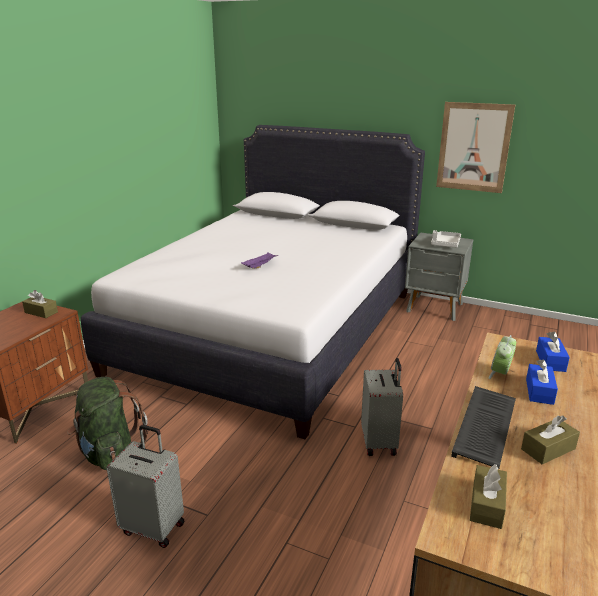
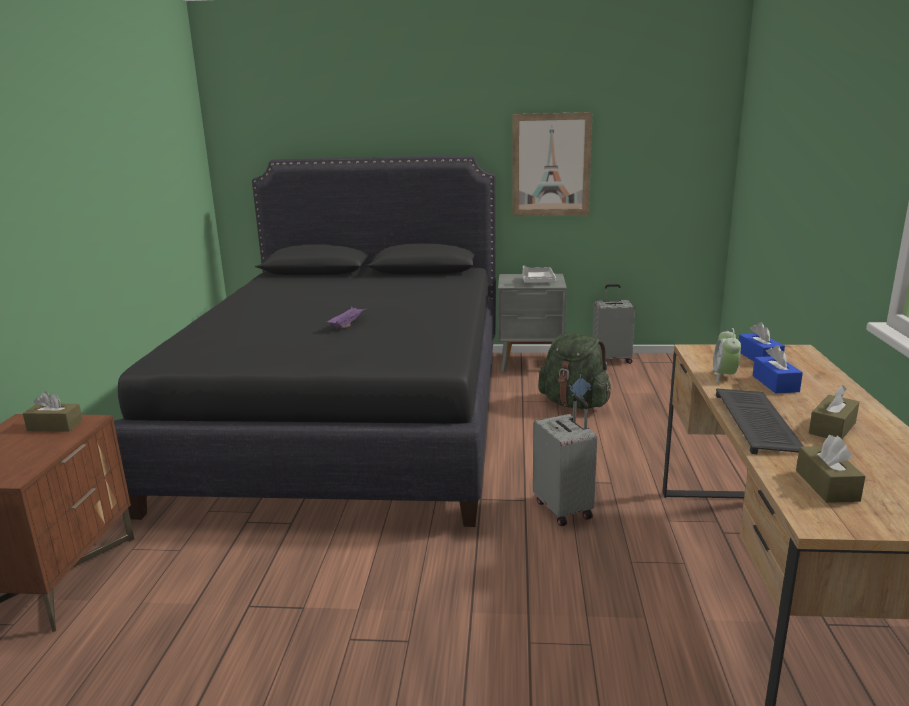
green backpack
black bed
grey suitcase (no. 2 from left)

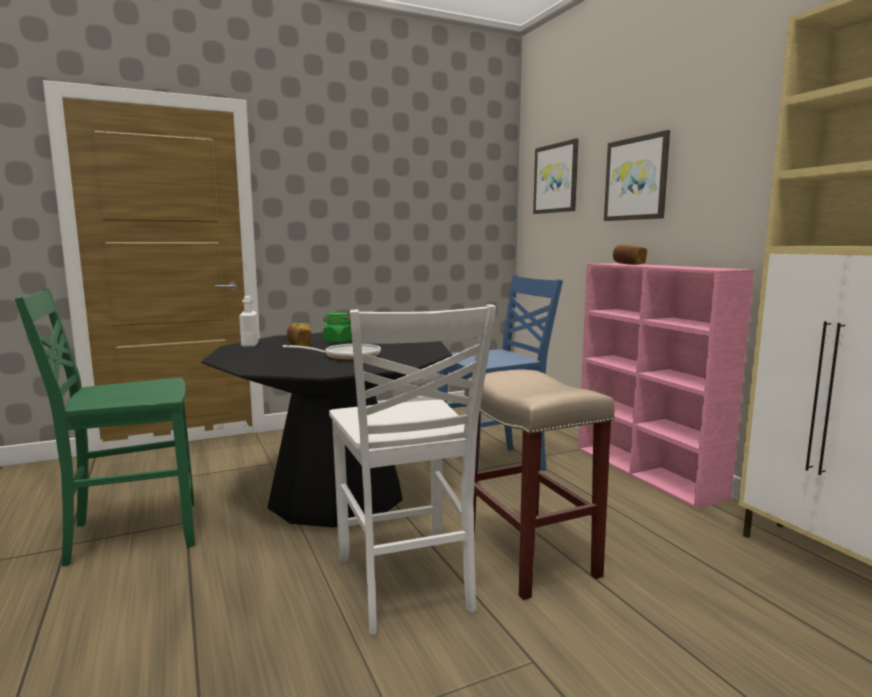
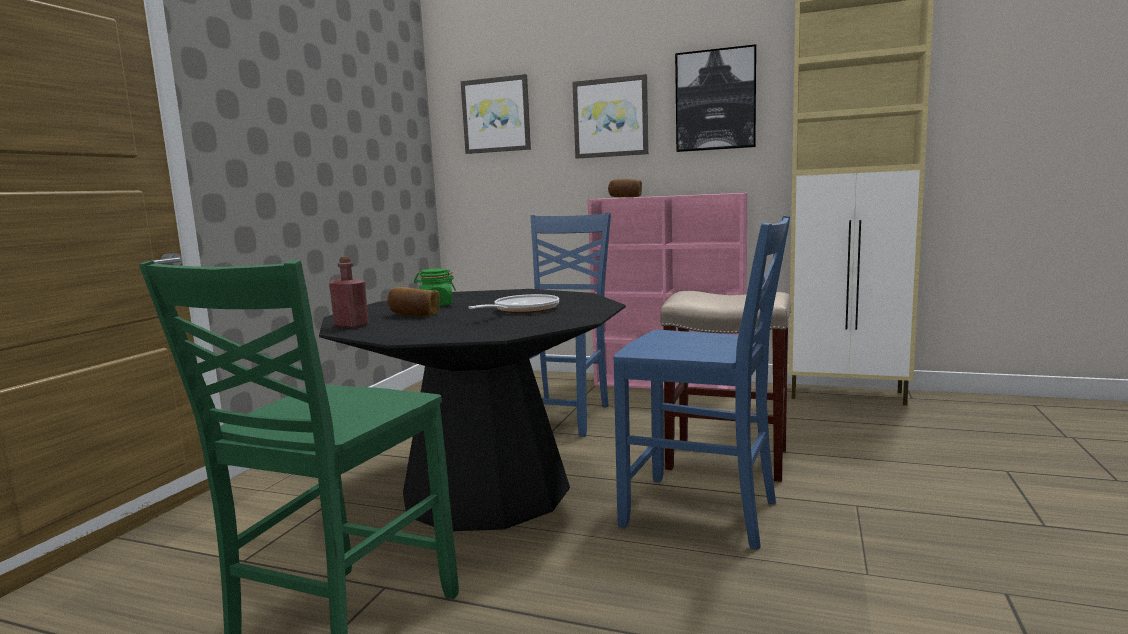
red bottle
blue chair (no. 2 from left)
picture (no. 3 from left)

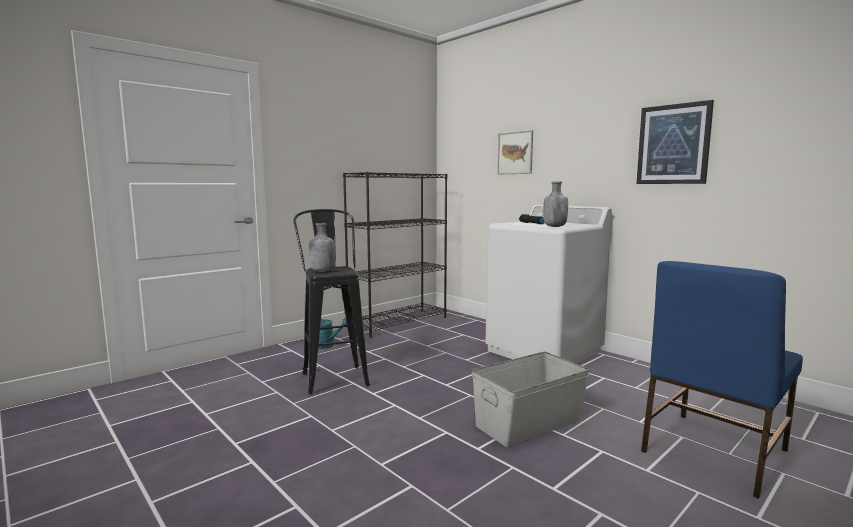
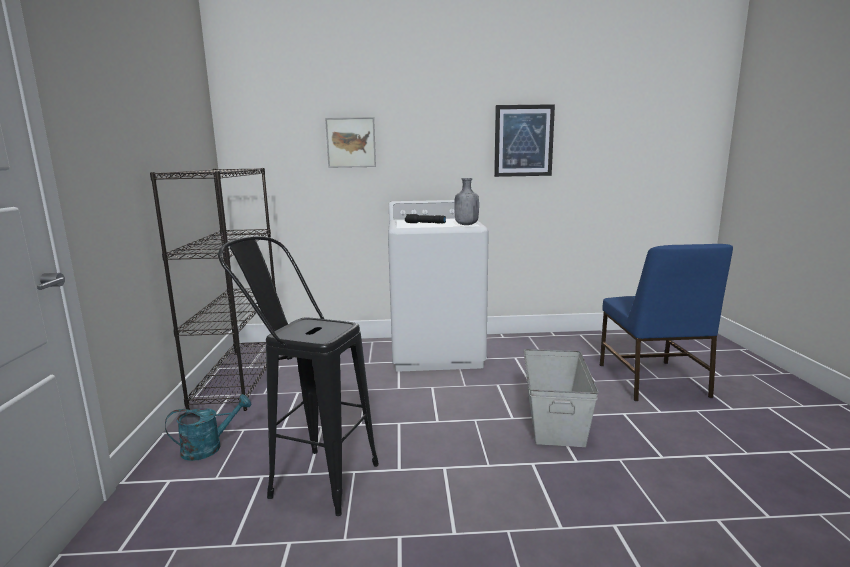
grey bottle (no. 1 from left in the first image)

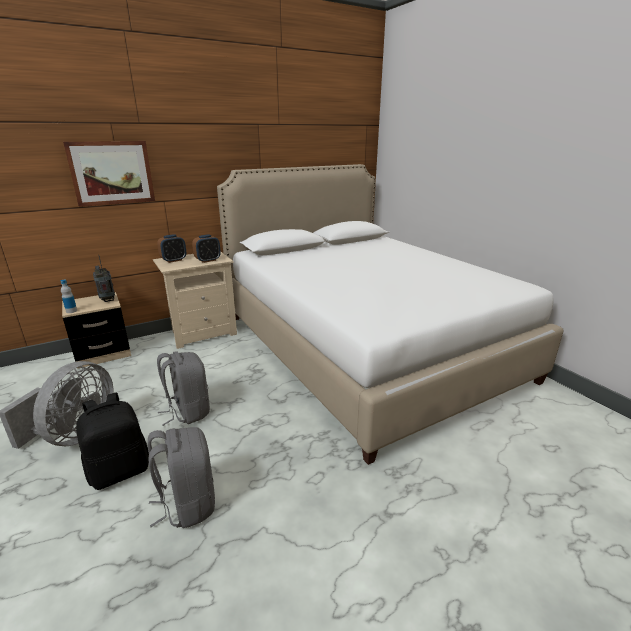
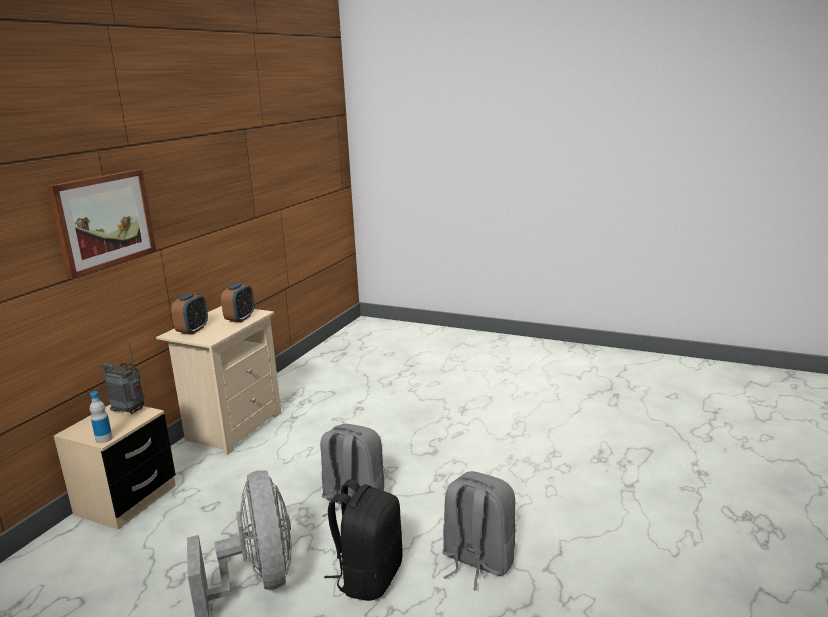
white bed

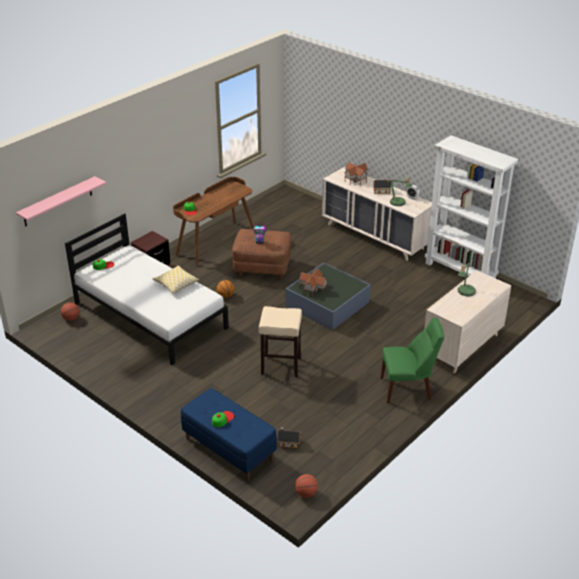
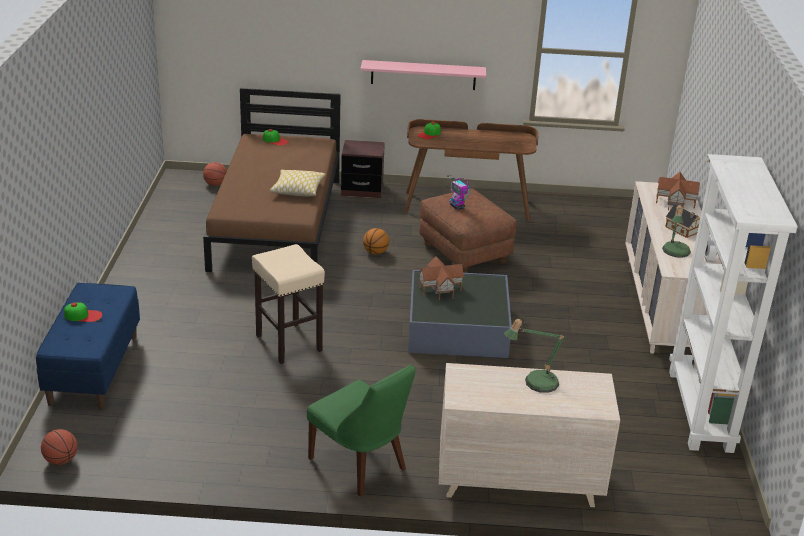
pink shelf
brown bed
toy house (no. 1 from left in the first image)

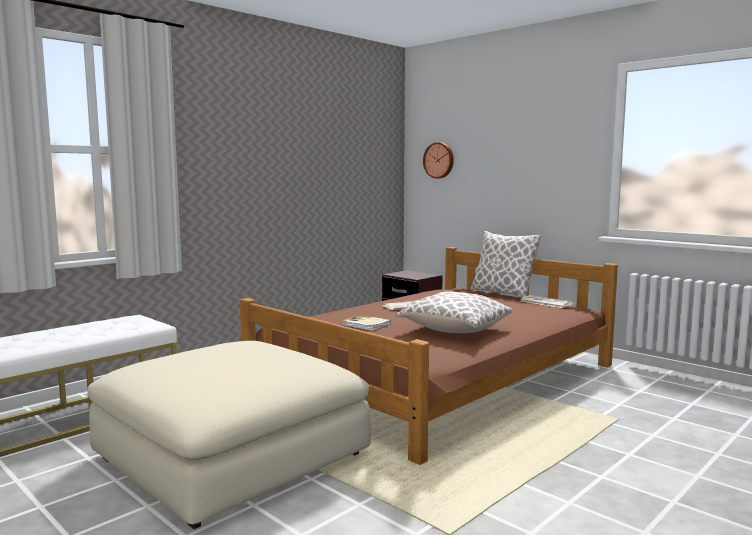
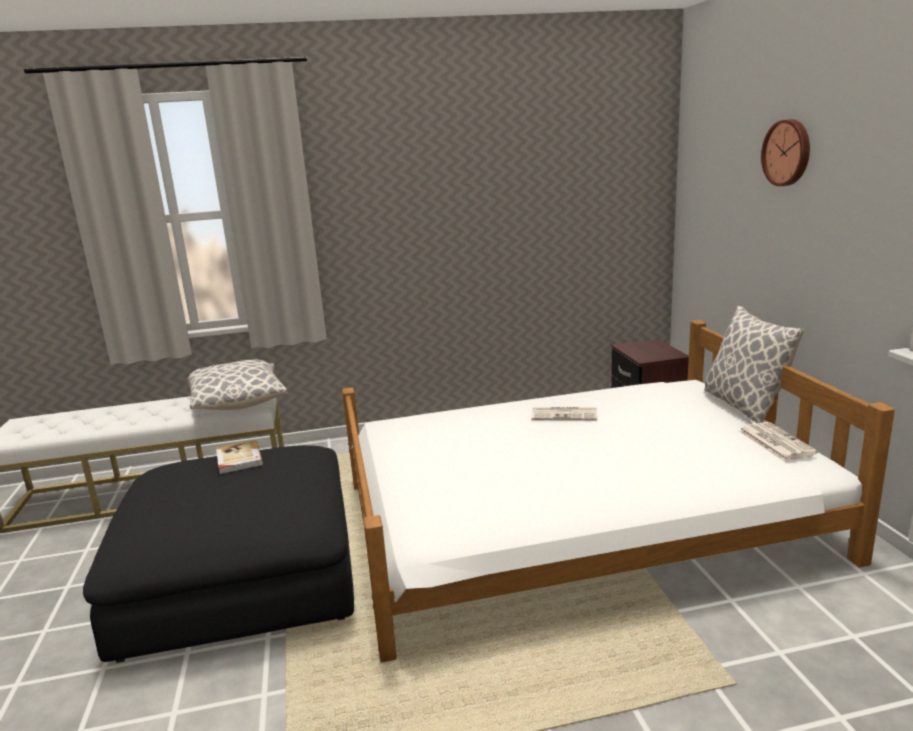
black ottoman
white bed
book
pillow (no. 1 from left)
wall clock

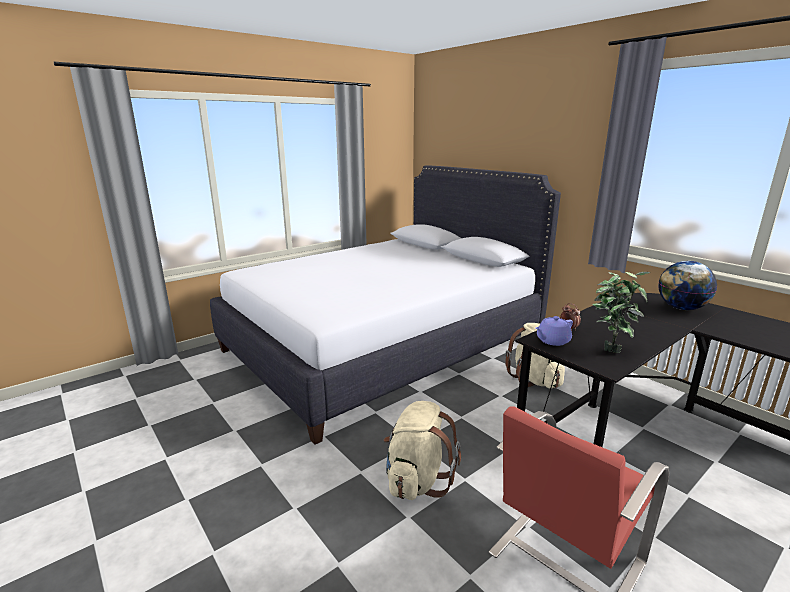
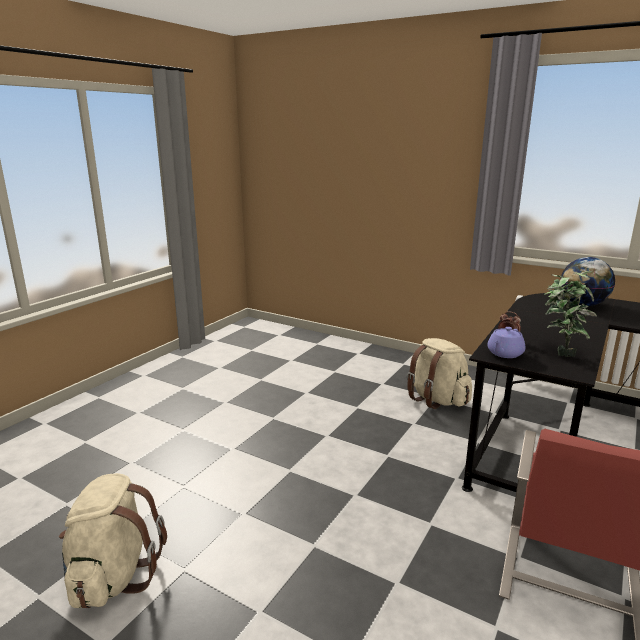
white bed
beige backpack (no. 1 from left)

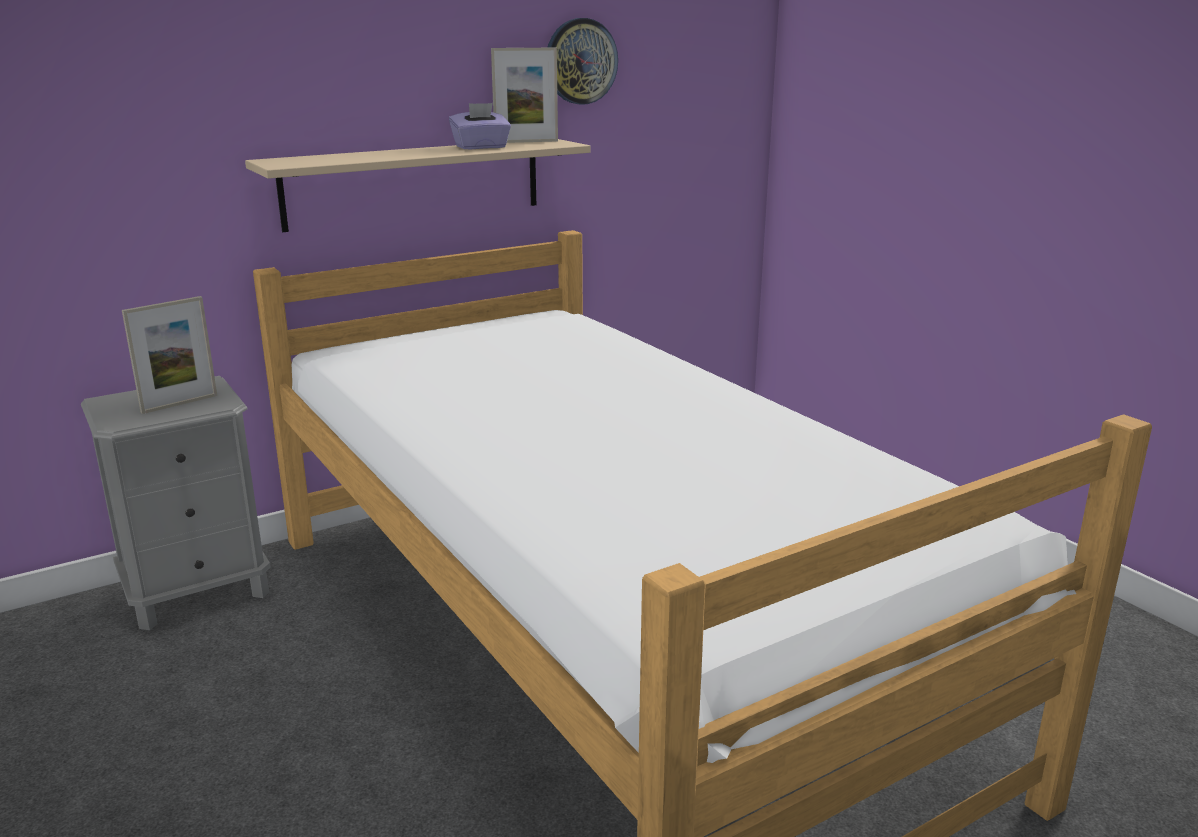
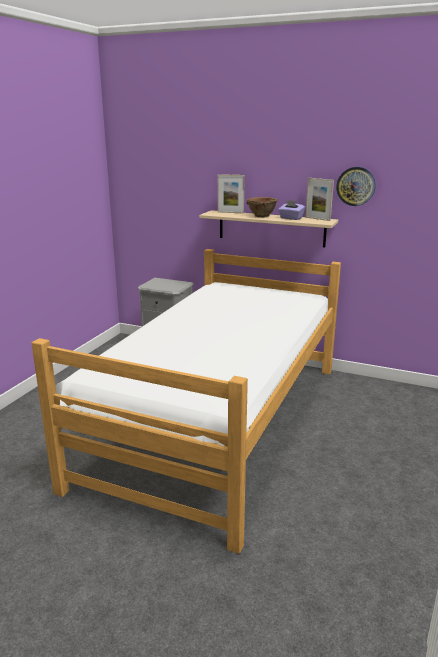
picture frame (no. 1 from left)
brown bowl

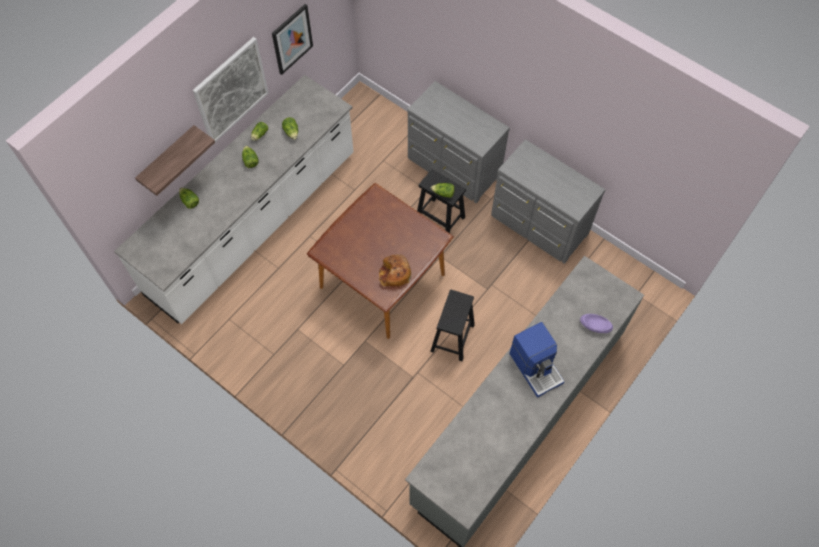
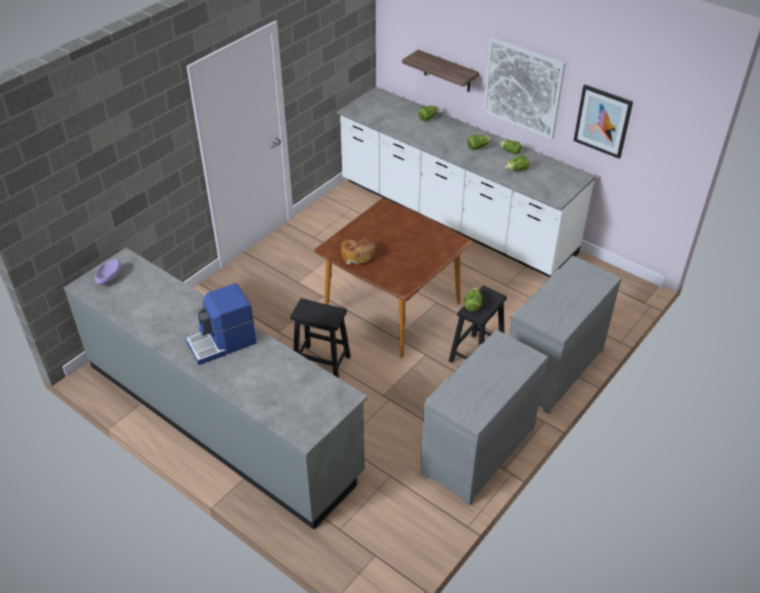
purple bowl

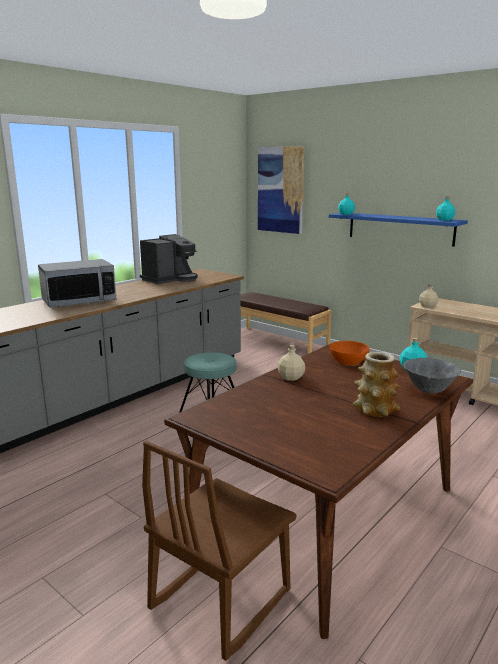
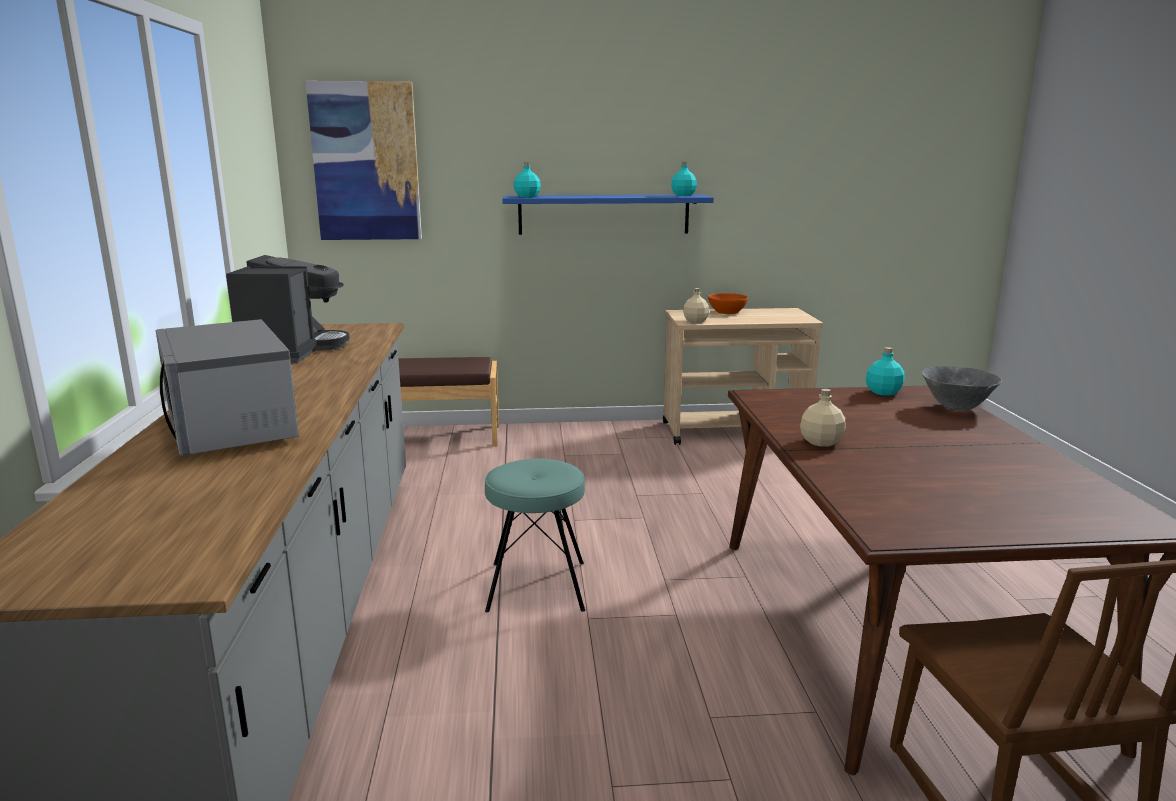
microwave
orange bowl
vase

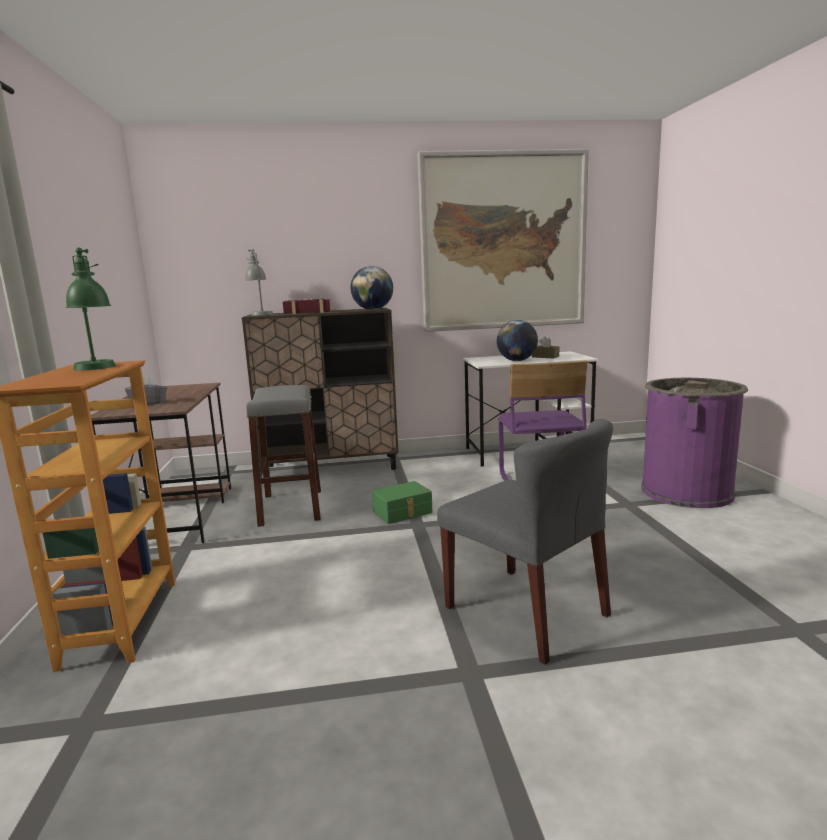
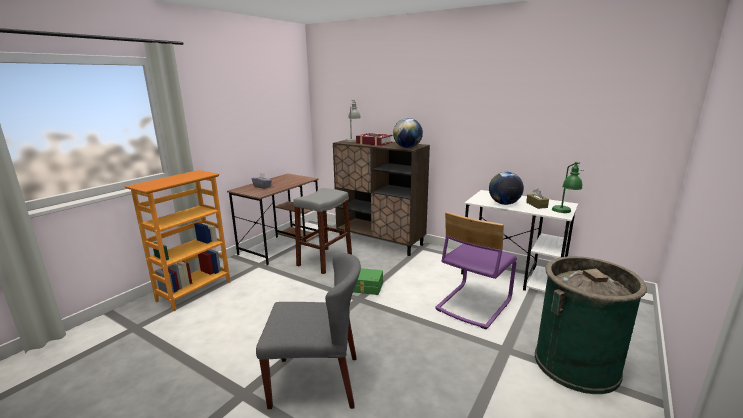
green table lamp
picture
grey chair
green trash can

